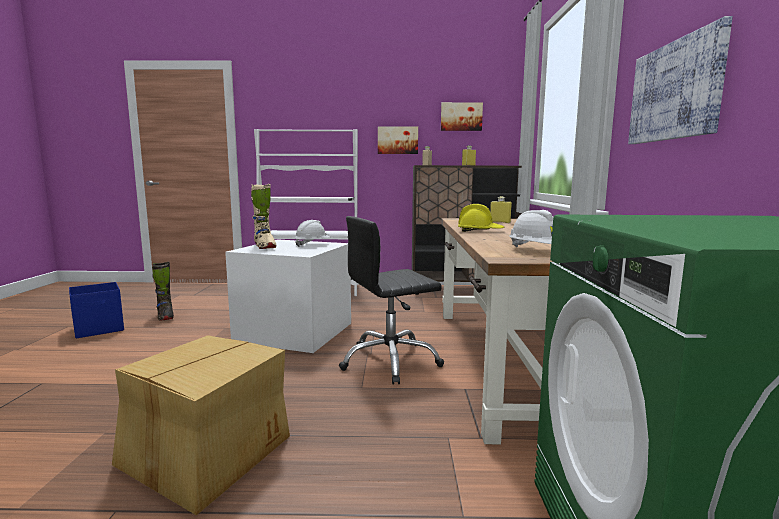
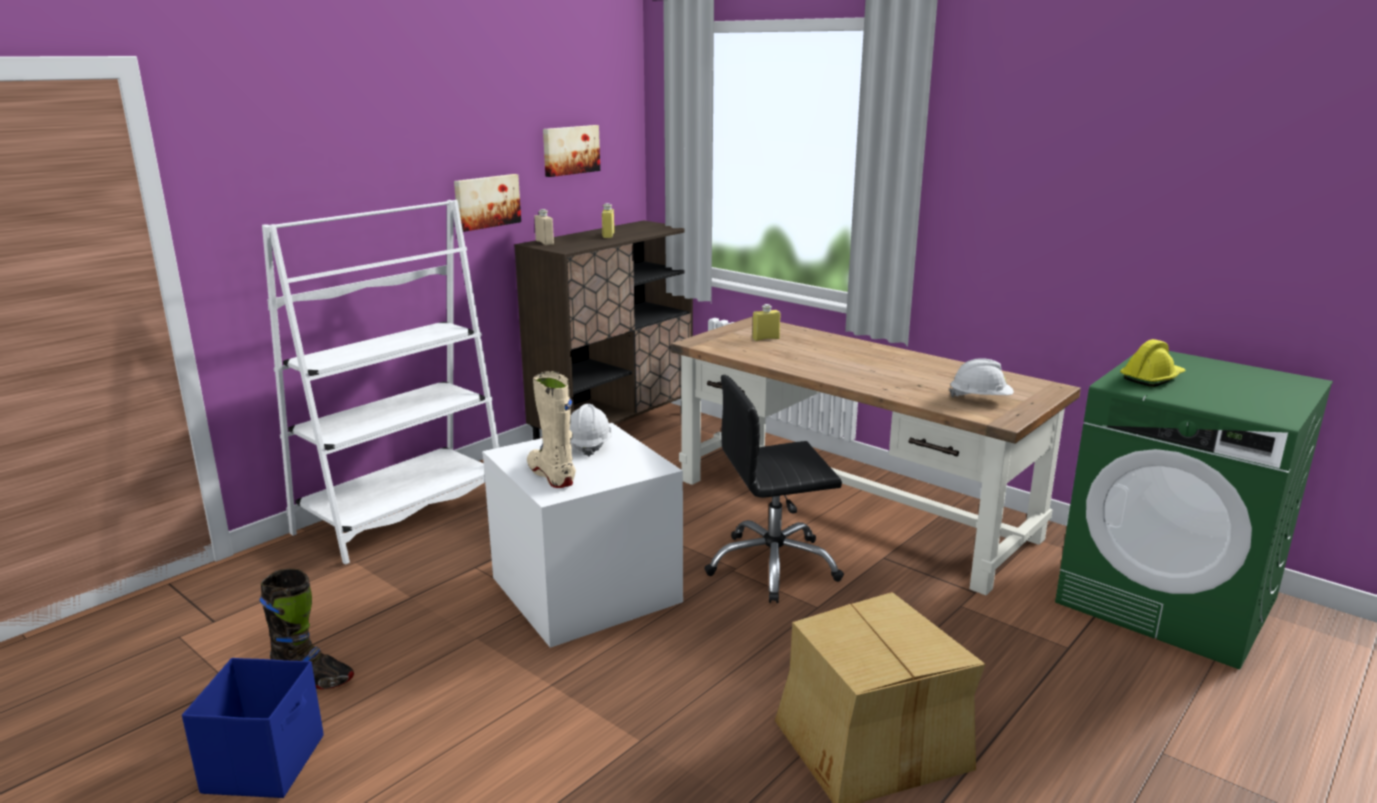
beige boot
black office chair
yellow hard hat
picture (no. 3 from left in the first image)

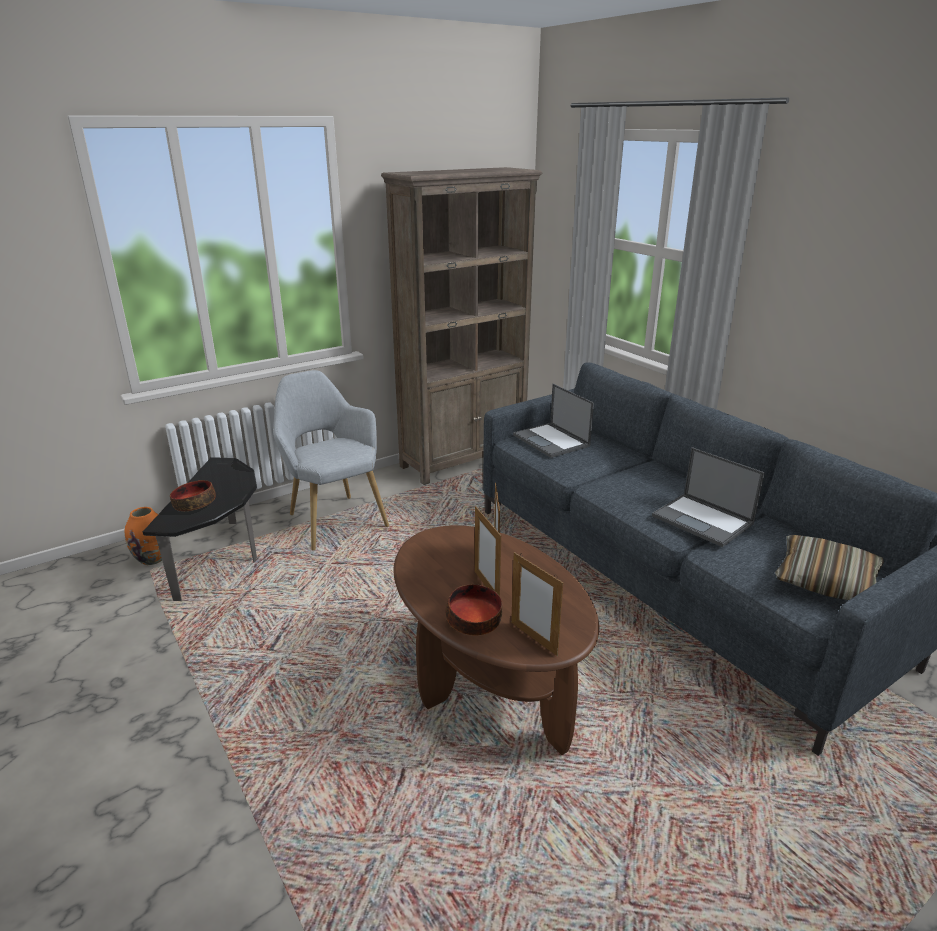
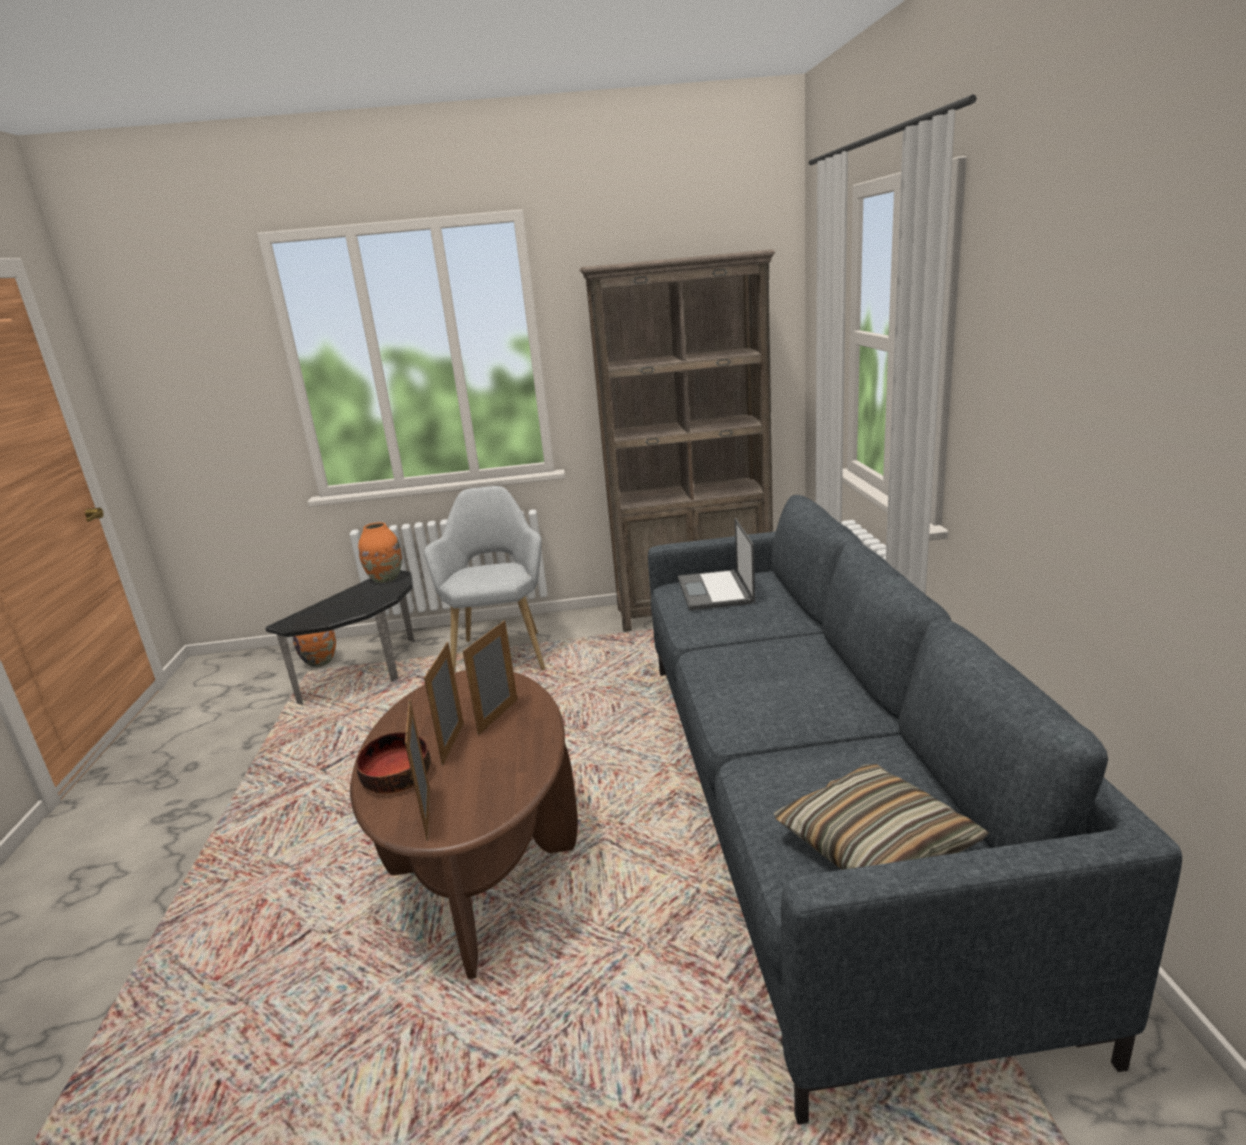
bowl (no. 1 from left in the first image)
laptop (no. 2 from left in the first image)
orange vase (no. 2 from left)

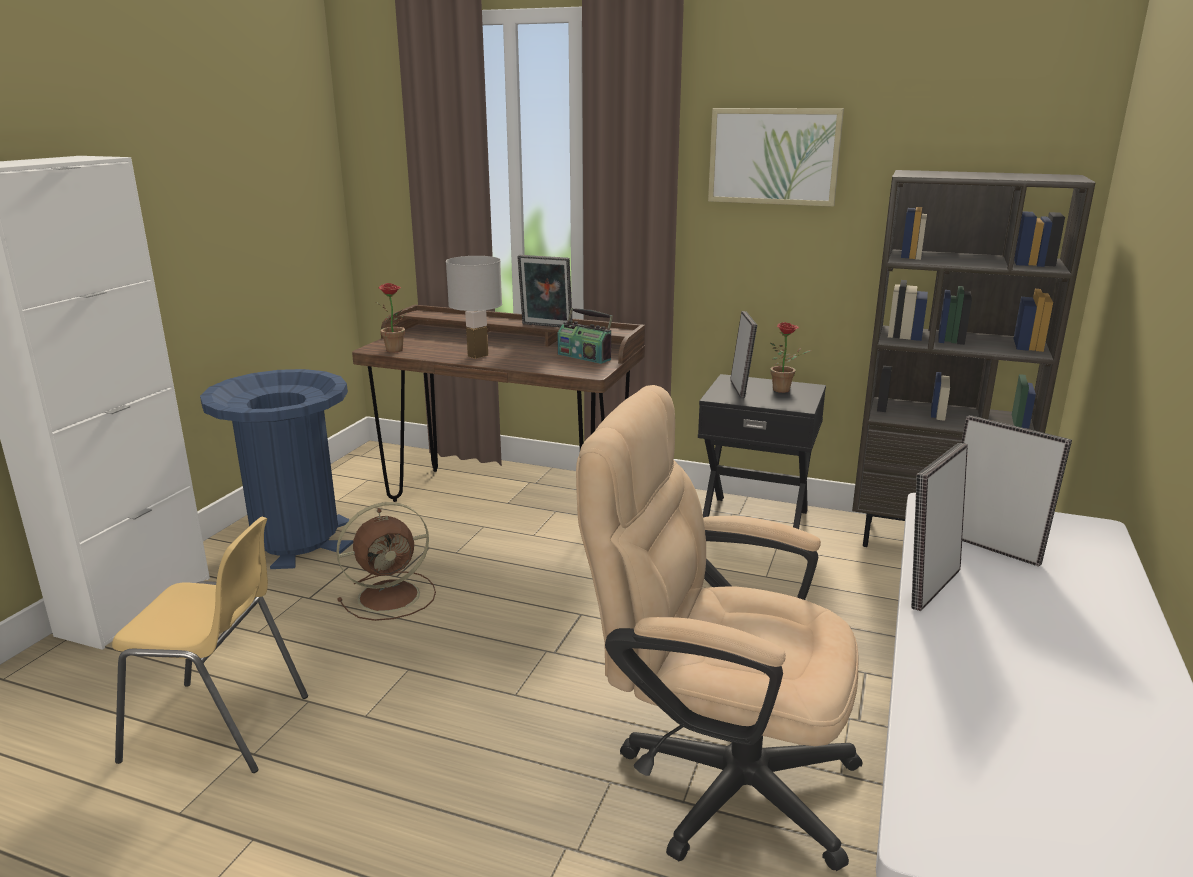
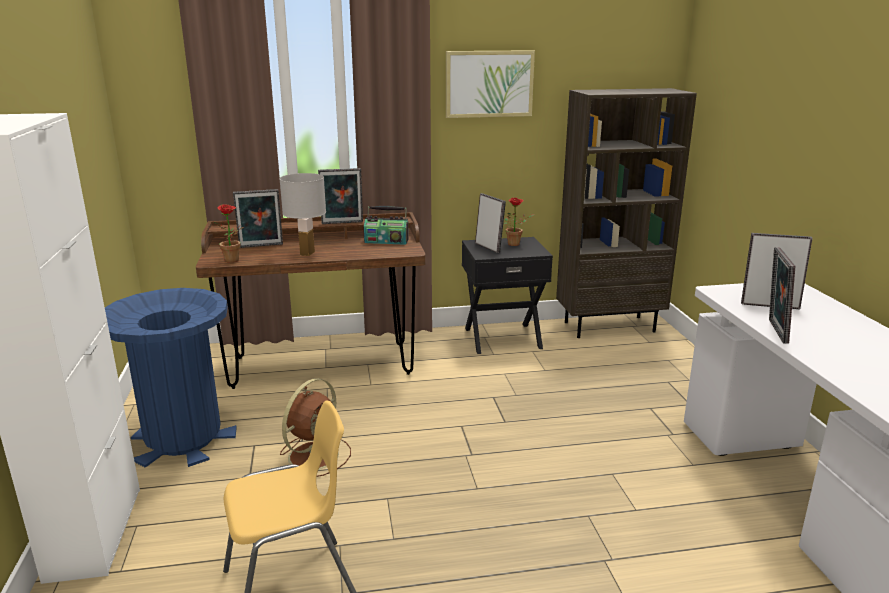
beige office chair
picture frame (no. 1 from left)

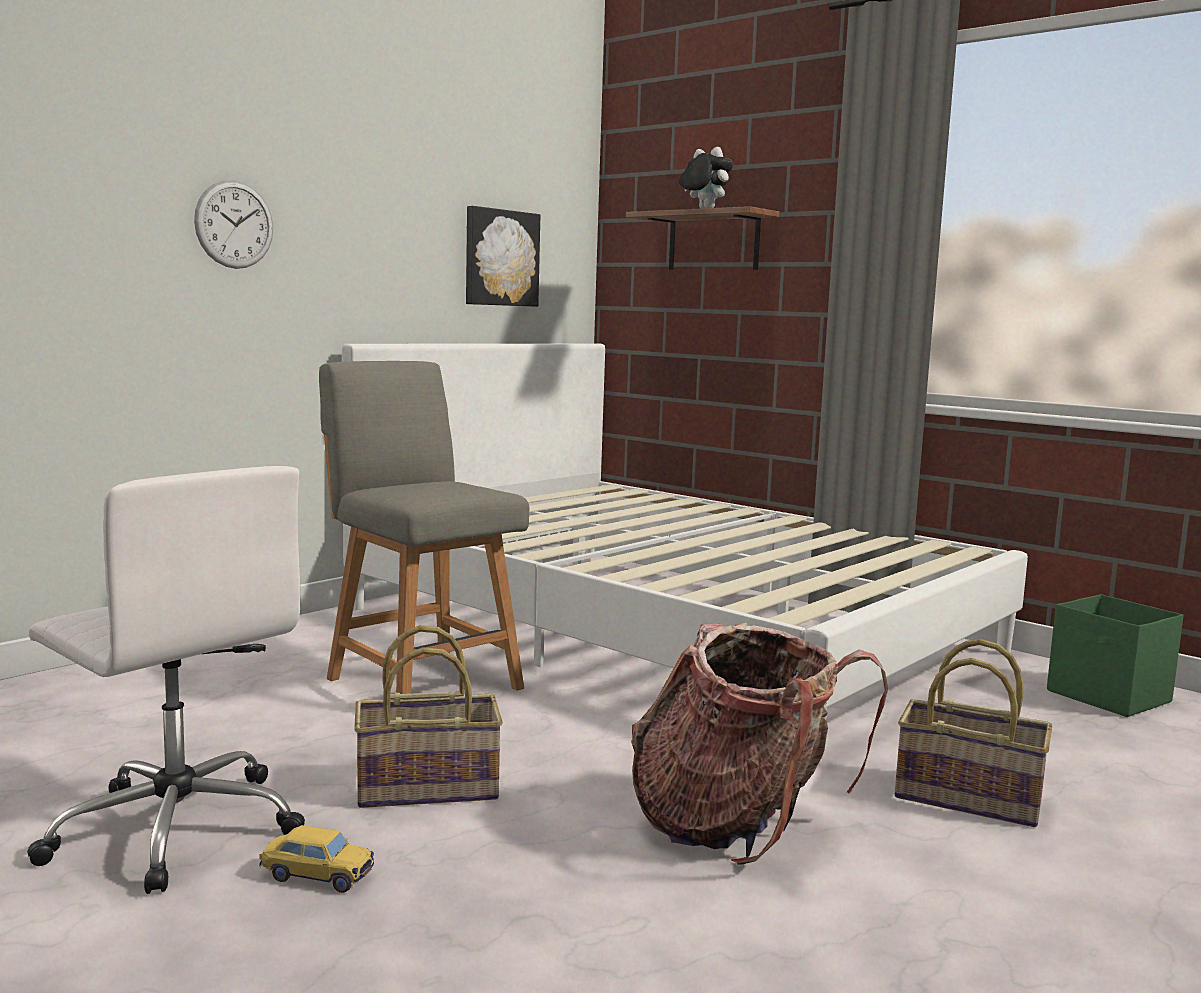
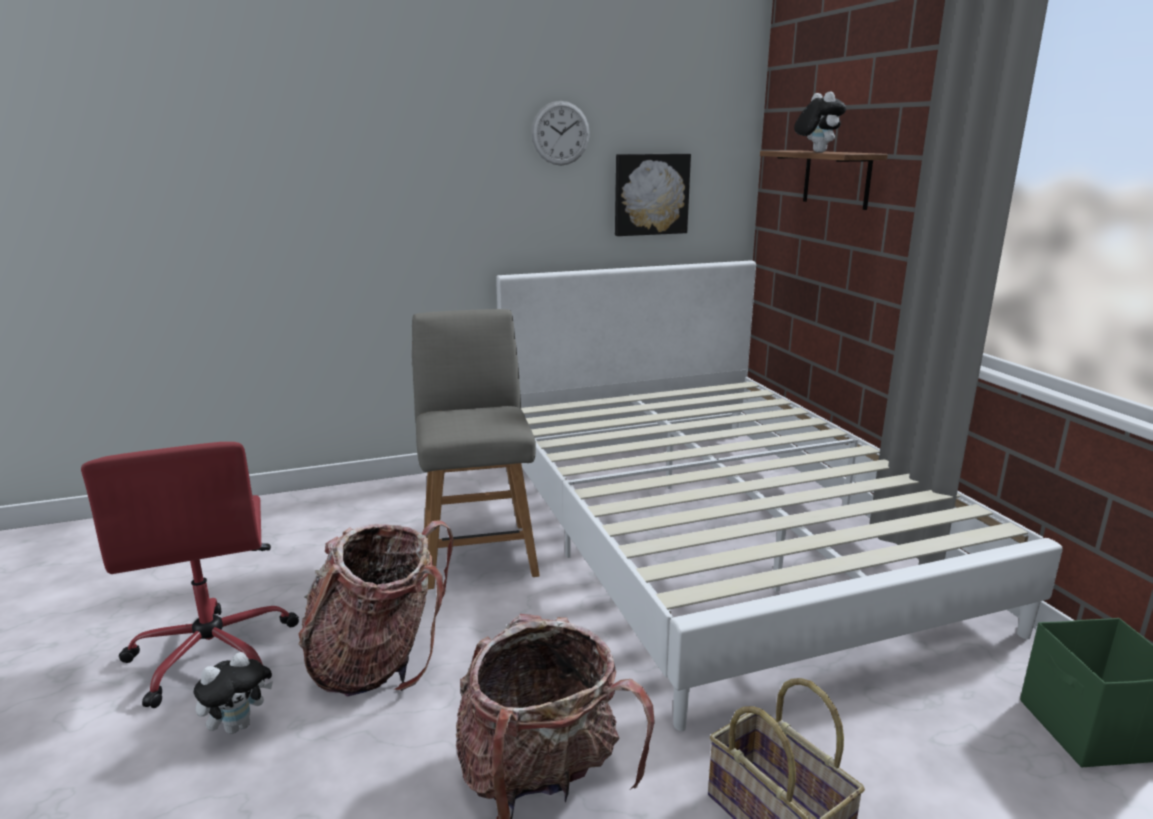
red office chair
wall clock
plush toy (no. 1 from left)
backpack (no. 1 from left)

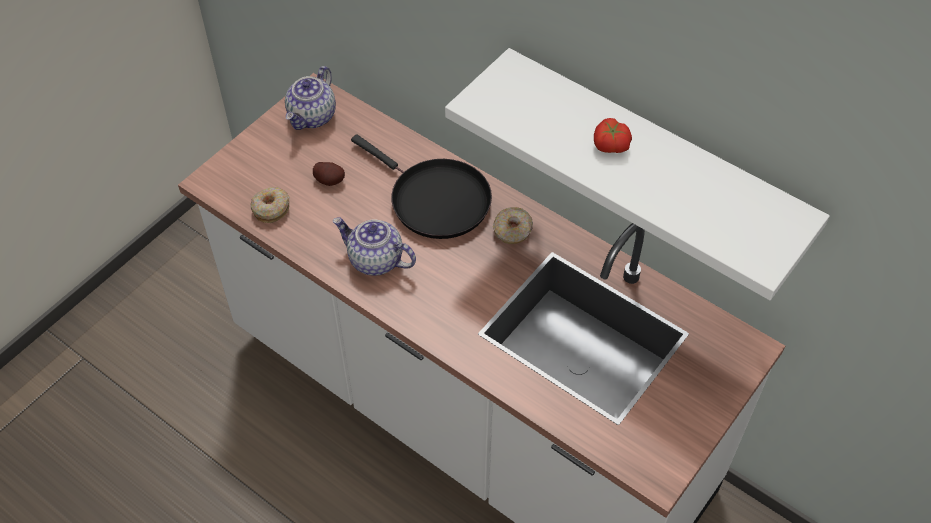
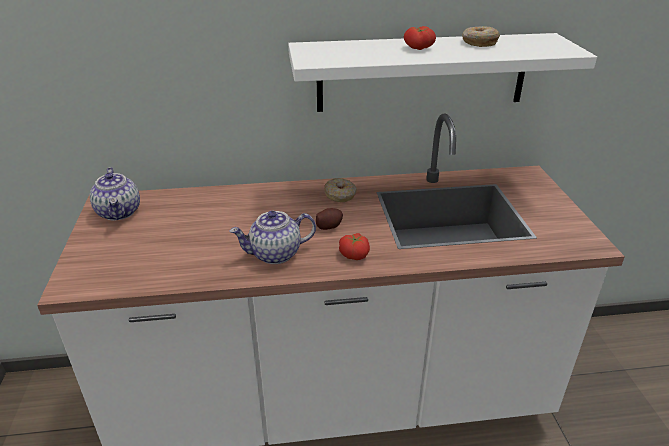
donut (no. 2 from left)
potato
black frying pan
tomato (no. 1 from left)

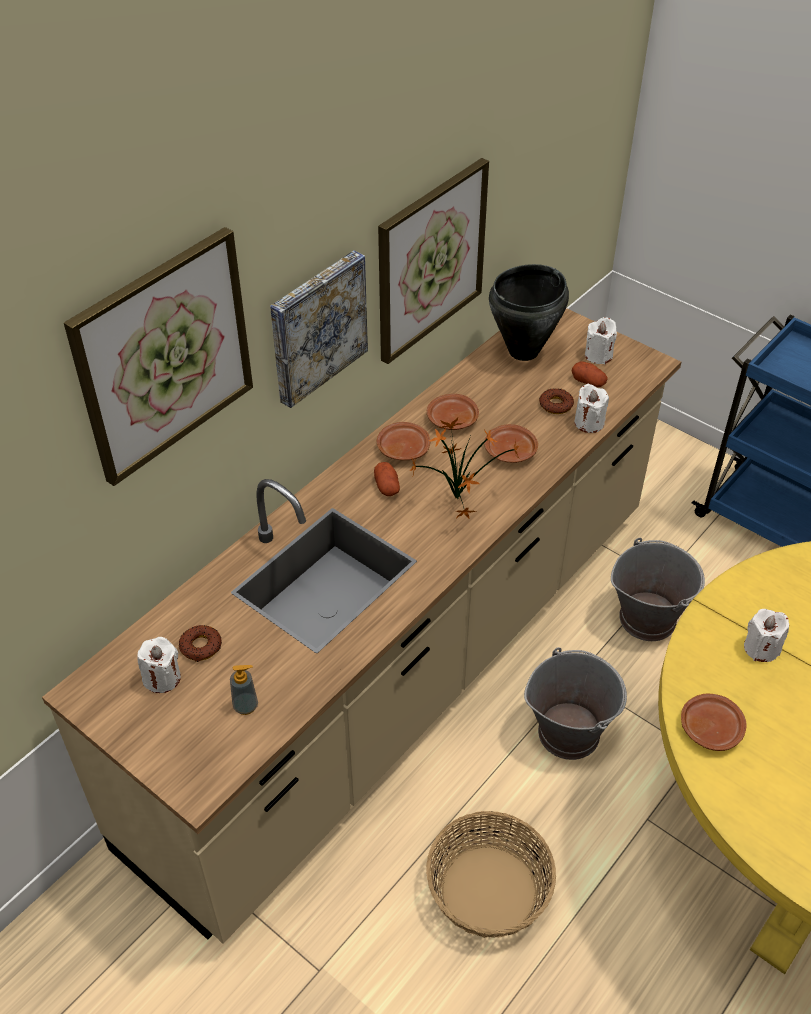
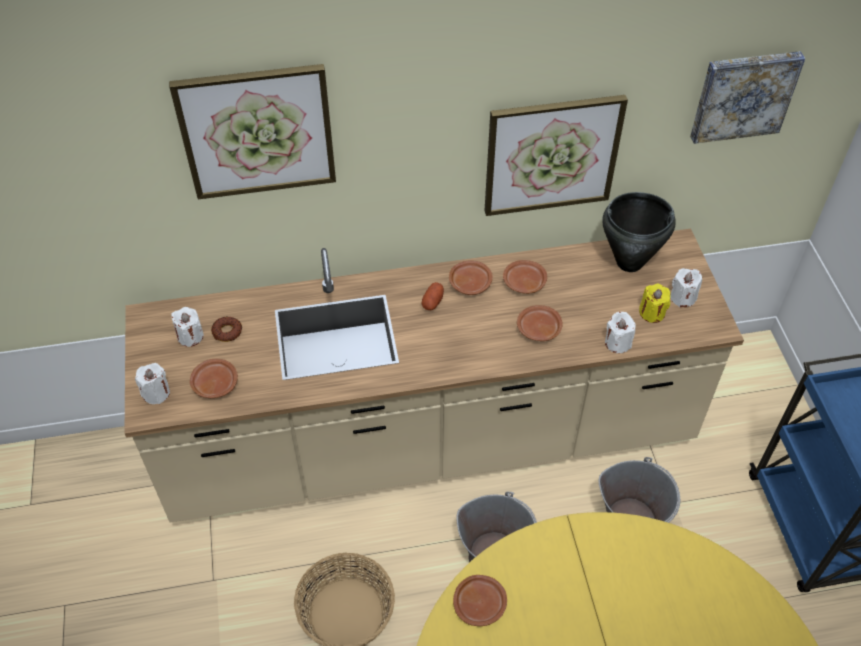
brown plate (no. 1 from left)
picture (no. 3 from left)
potted plant
donut (no. 2 from left in the first image)
yellow candle
white candle (no. 1 from left)

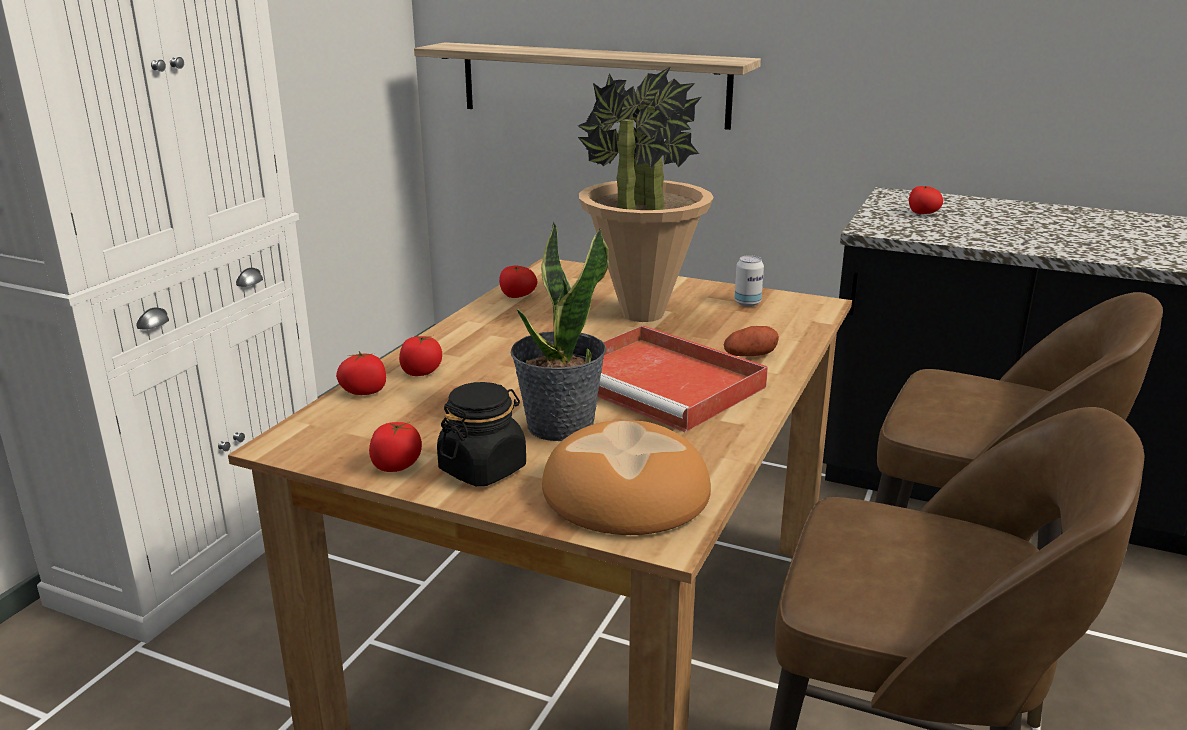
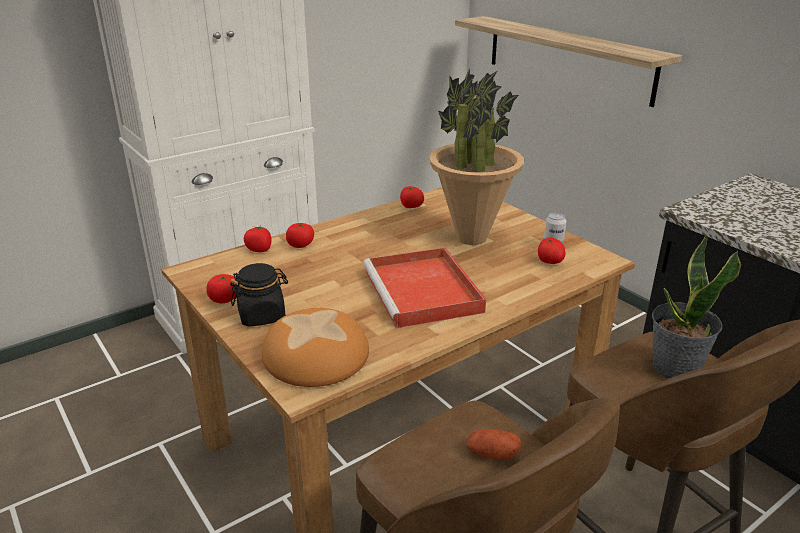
potted plant (no. 2 from left)
potato
tomato (no. 5 from left)

